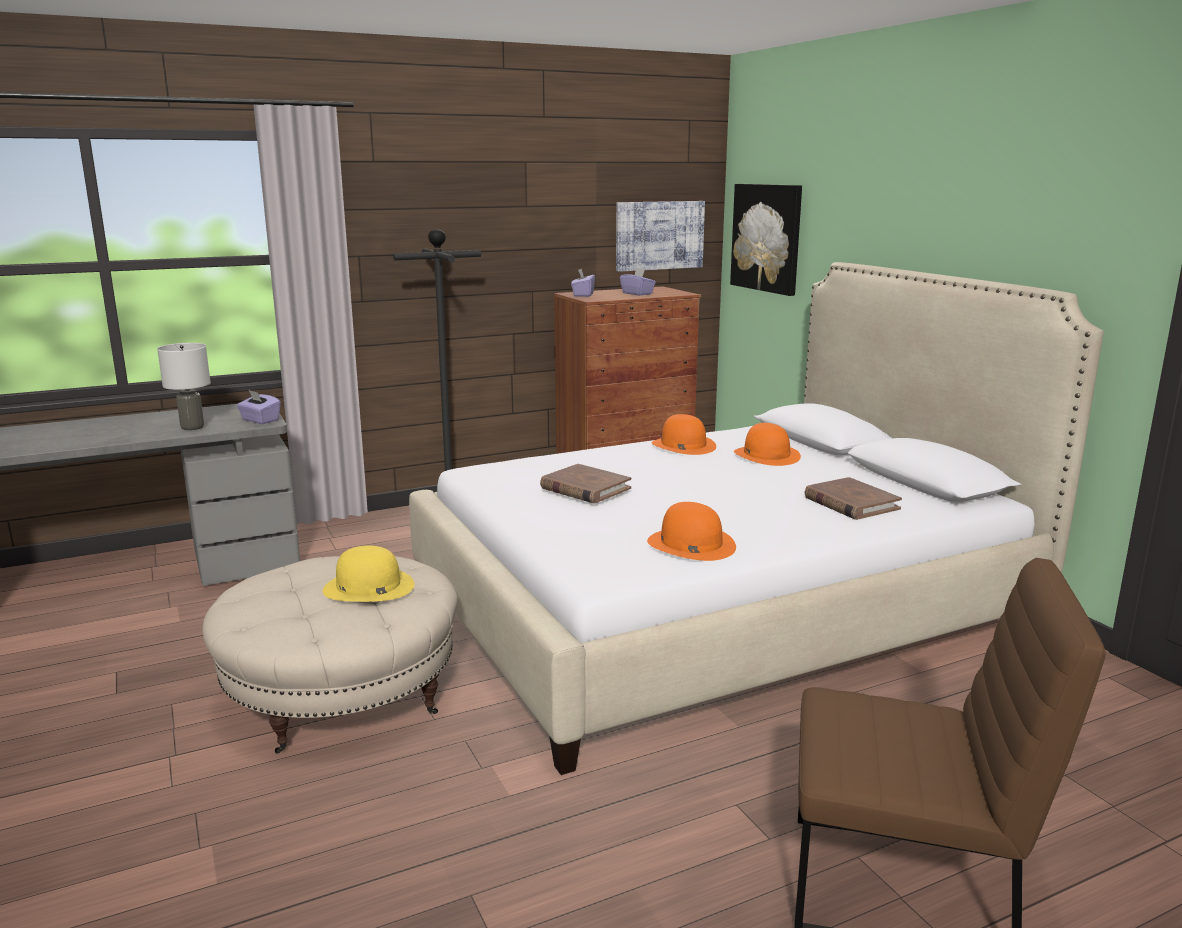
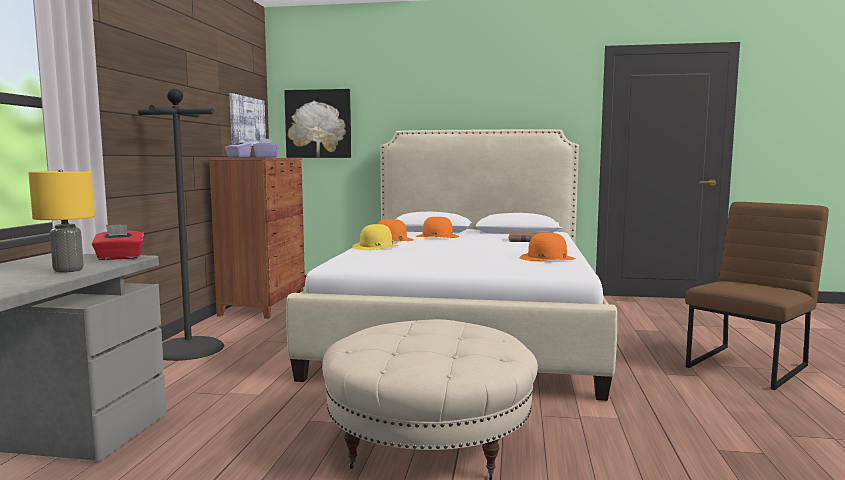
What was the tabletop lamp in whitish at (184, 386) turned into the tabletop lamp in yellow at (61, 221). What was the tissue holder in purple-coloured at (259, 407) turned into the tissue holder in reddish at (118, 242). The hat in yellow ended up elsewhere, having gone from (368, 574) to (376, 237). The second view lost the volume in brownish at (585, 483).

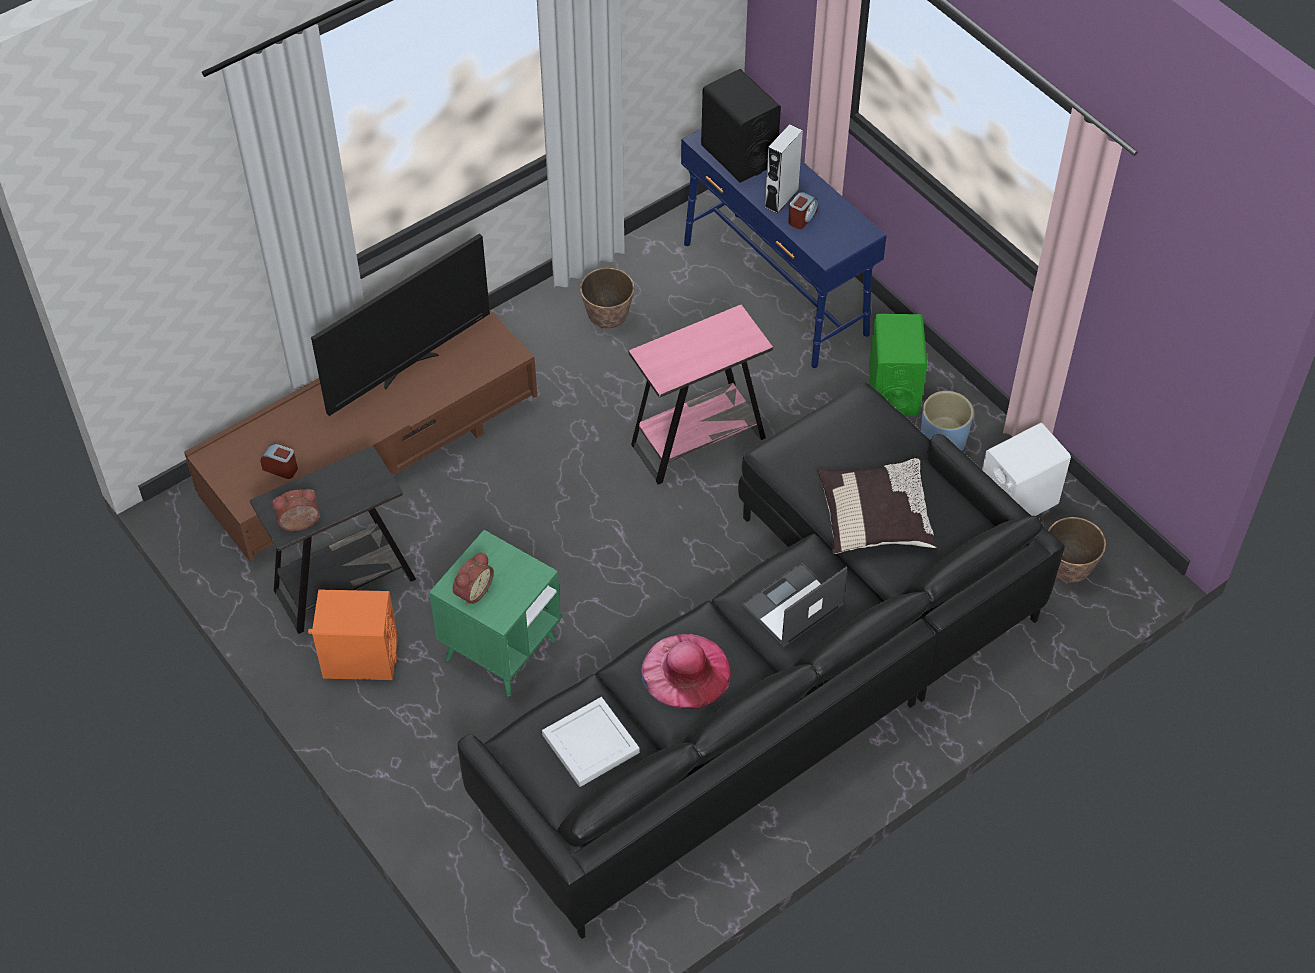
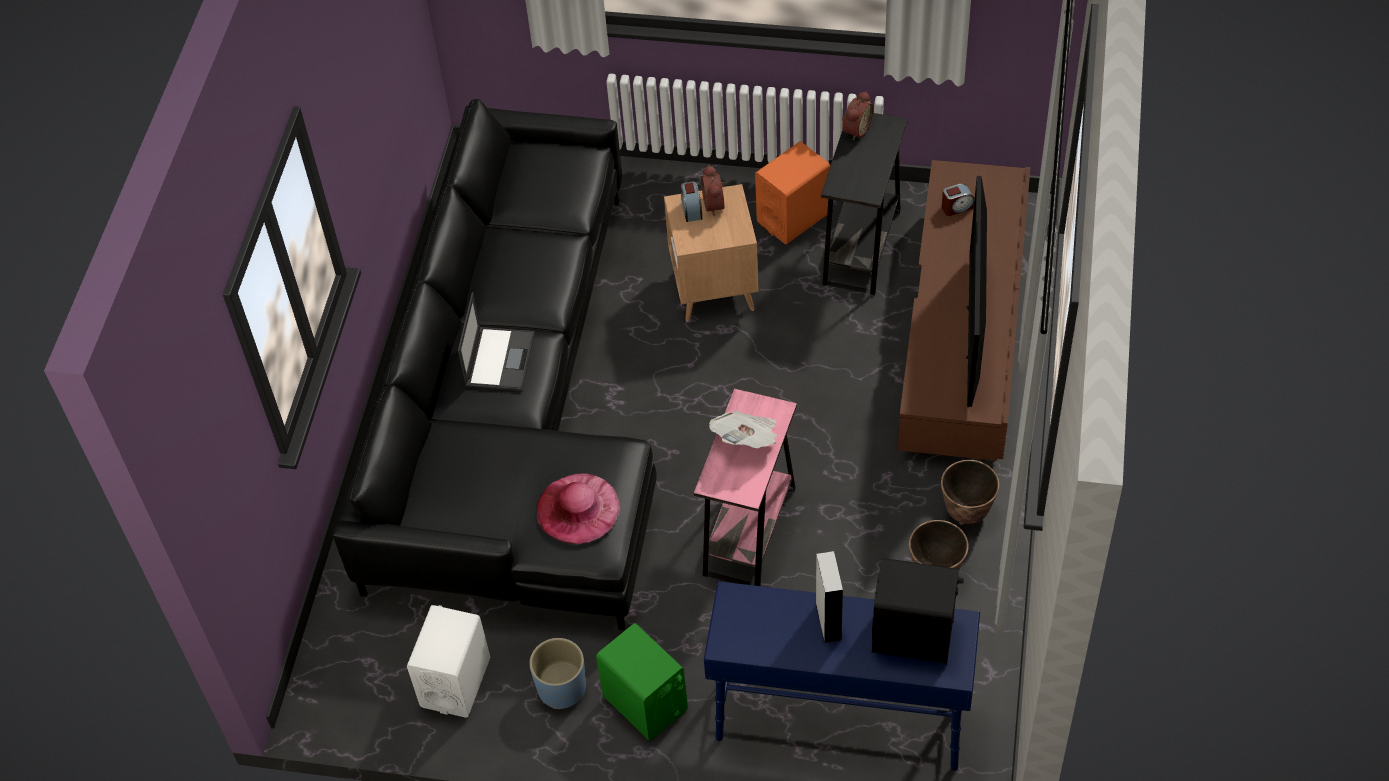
The hat in pinkish ended up elsewhere, having gone from (686, 672) to (578, 508). What was the side table in greenish at (495, 613) turned into the side table in brownish at (711, 253). The alarm clock ended up elsewhere, having gone from (803, 210) to (691, 201). The second view gained the printed paper at (743, 429). The planter ended up elsewhere, having gone from (1077, 550) to (970, 492). The second view lost the serving tray in whitish at (591, 742). The second view lost the cushion at (877, 506).

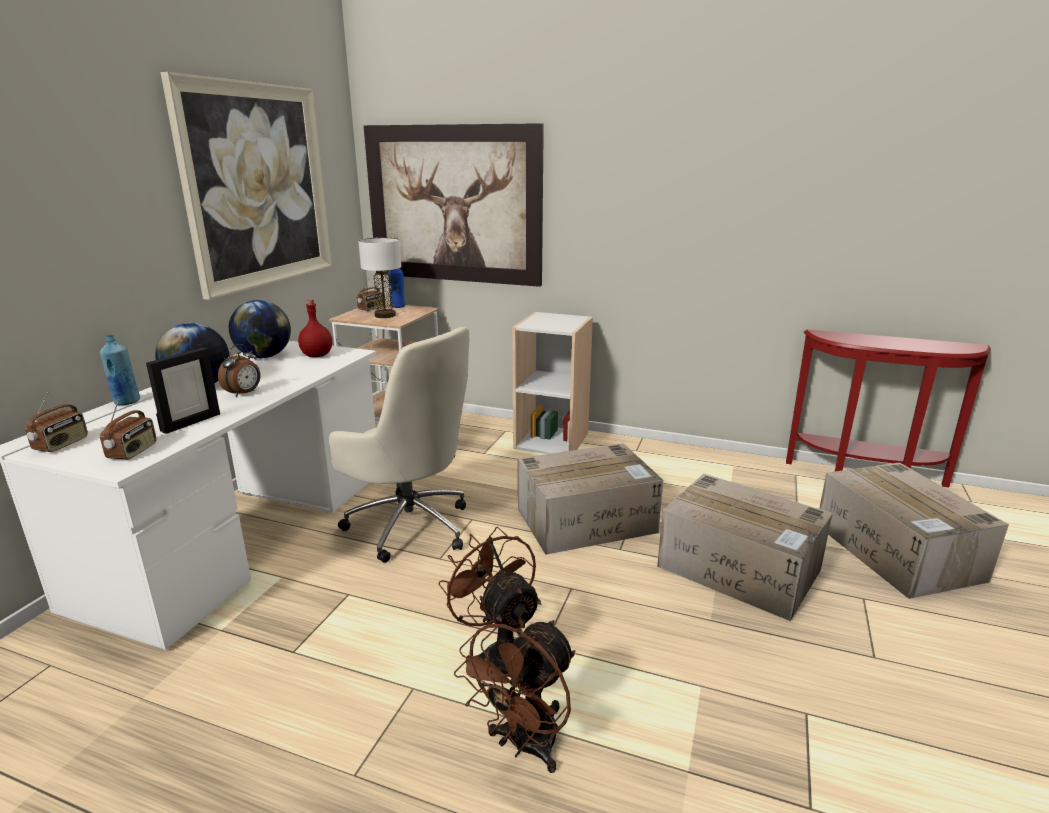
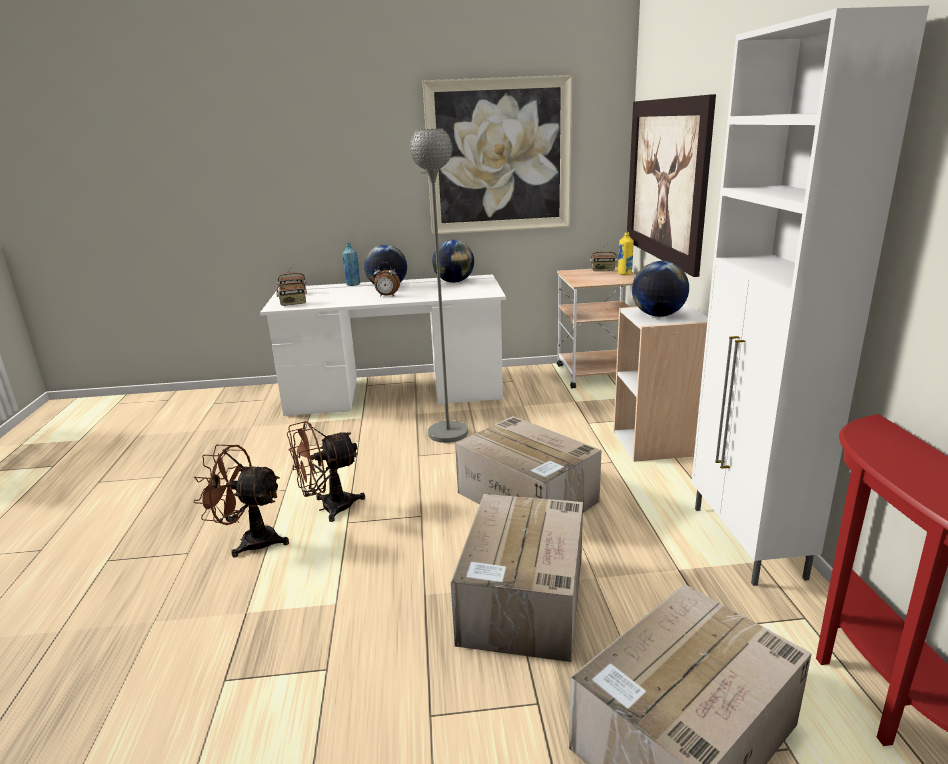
The cooling fan in brownish at (490, 607) ended up facing another way, 150 degrees counterclockwise from before. Where the office chair in beige-coloured stood at (399, 445), the standing lamp in grey came to stand at (439, 285). What was the beverage bottle in bluish at (396, 288) turned into the beverage bottle in yellow at (626, 253). The second view gained the desk globe at (660, 289). The second view gained the cabinet in whitish at (810, 296). The second view lost the photo frame at (183, 390). The second view lost the beverage bottle in reddish at (315, 328). The second view lost the tabletop lamp at (379, 277).

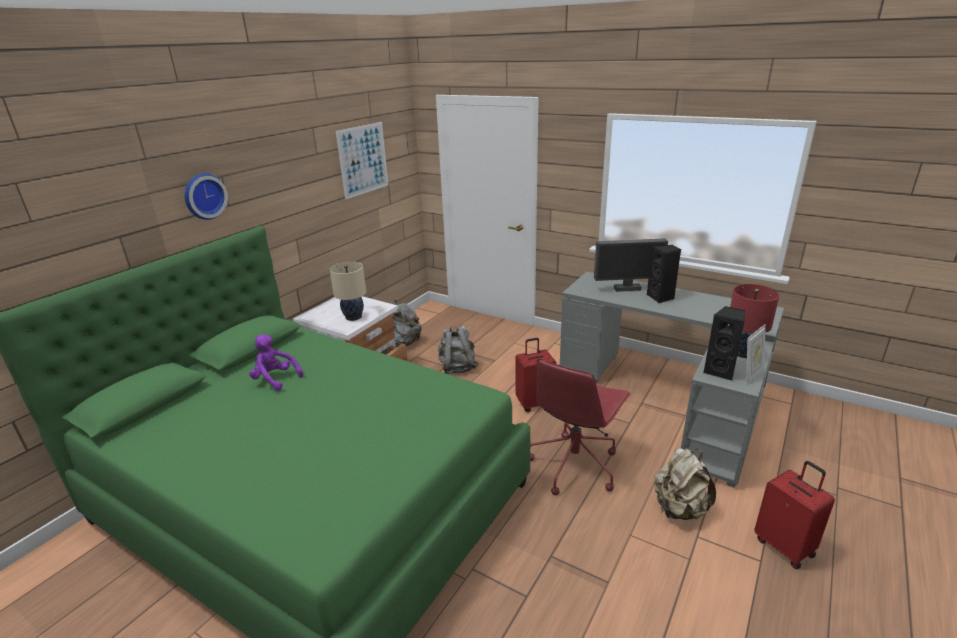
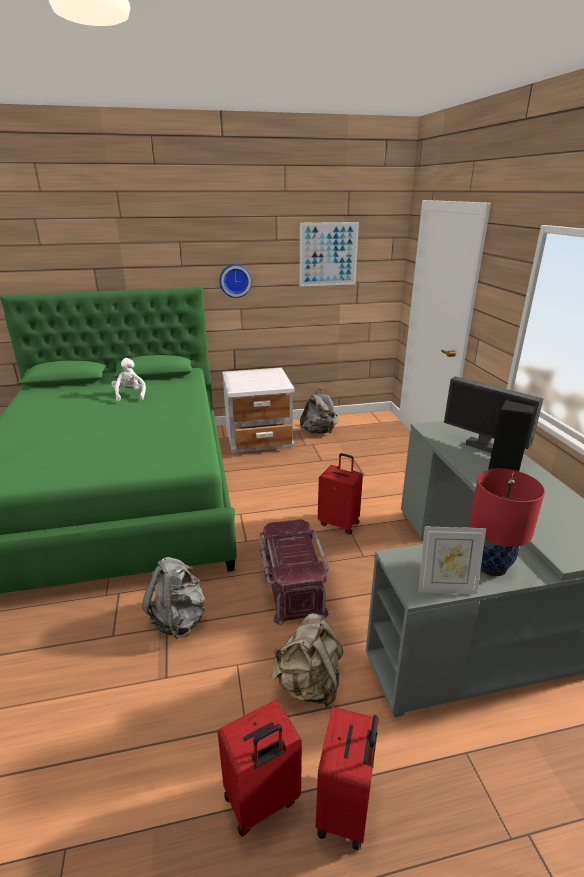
What was the soft toy in purple-coloured at (276, 362) turned into the soft toy in whitish at (128, 380). The rucksack in grey ended up elsewhere, having gone from (458, 350) to (173, 598). The second view gained the travel case in reddish at (260, 768). The wall clock ended up elsewhere, having gone from (206, 196) to (235, 281). Where the office chair in reddish stood at (580, 427), the storage box in reddish came to stand at (294, 572). The second view lost the tabletop lamp in beige-coloured at (347, 291). The second view lost the audio speaker in black at (724, 343).

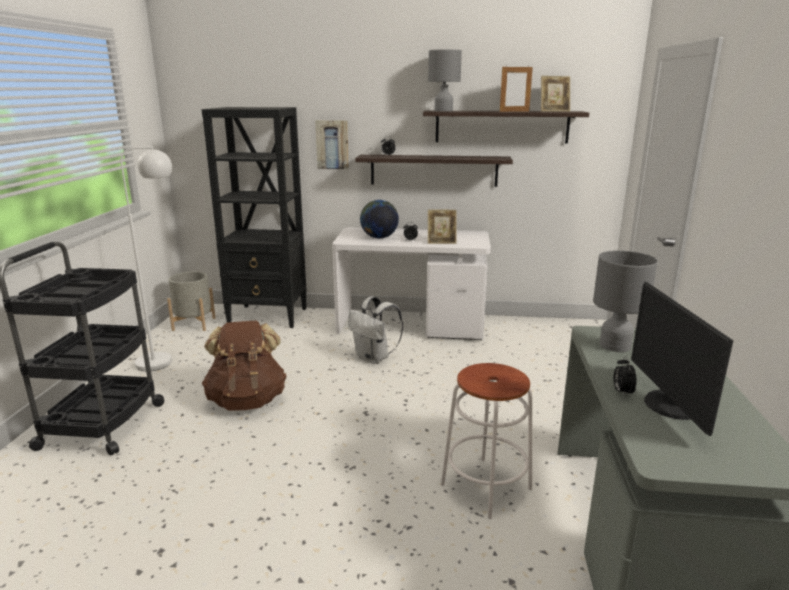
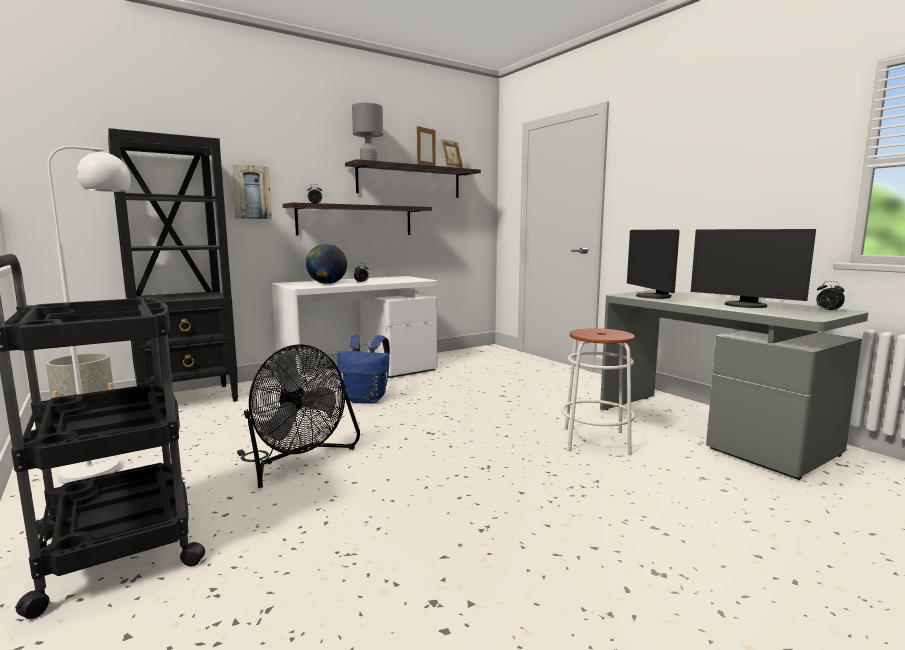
Where the rucksack in brownish stood at (244, 366), the cooling fan in black came to stand at (298, 416). What was the rucksack in whitish at (375, 330) turned into the rucksack in bluish at (363, 369). Where the tabletop lamp in grey stood at (625, 301), the computer screen came to stand at (653, 264). The alarm clock ended up elsewhere, having gone from (625, 376) to (830, 296). The second view lost the photo frame at (442, 226).

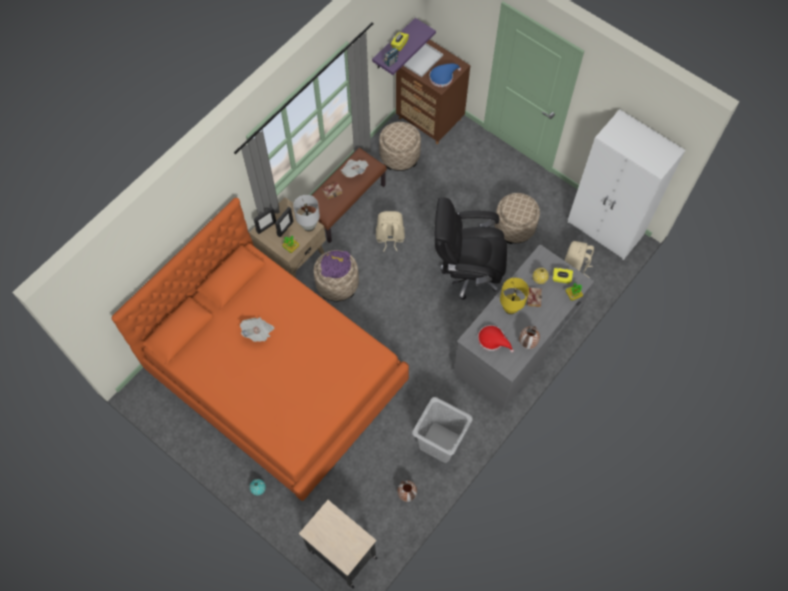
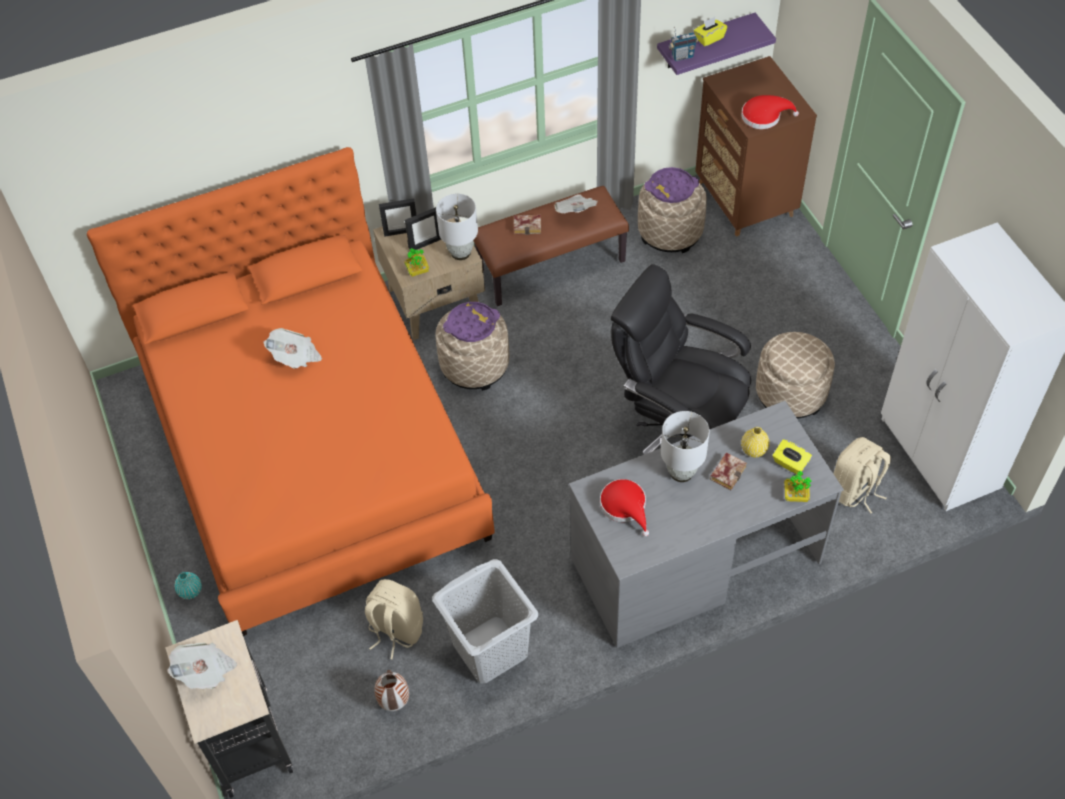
The second view gained the printed paper at (202, 666). The rucksack in beige-coloured ended up elsewhere, having gone from (390, 231) to (394, 619). The second view gained the serving tray in purple-coloured at (672, 185). What was the tabletop lamp in yellow at (514, 296) turned into the tabletop lamp in whitish at (685, 446). What was the hat in bluish at (445, 75) turned into the hat in reddish at (770, 112). The second view lost the serving tray in whitish at (423, 60). The second view lost the decorative vase at (529, 337).

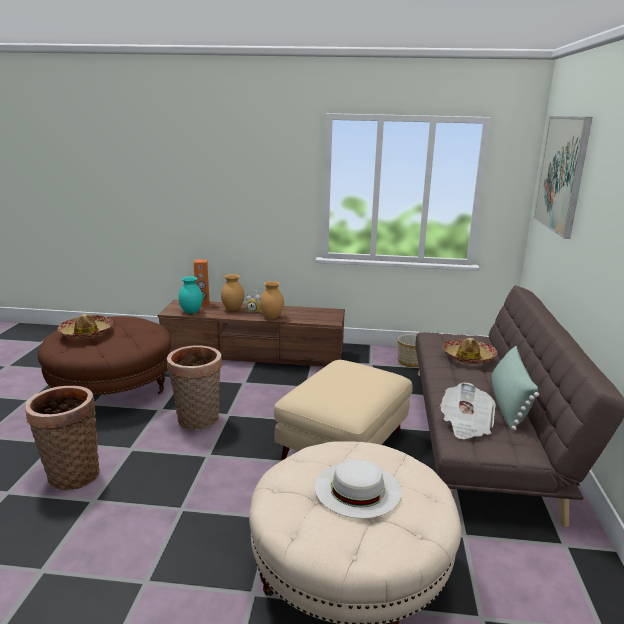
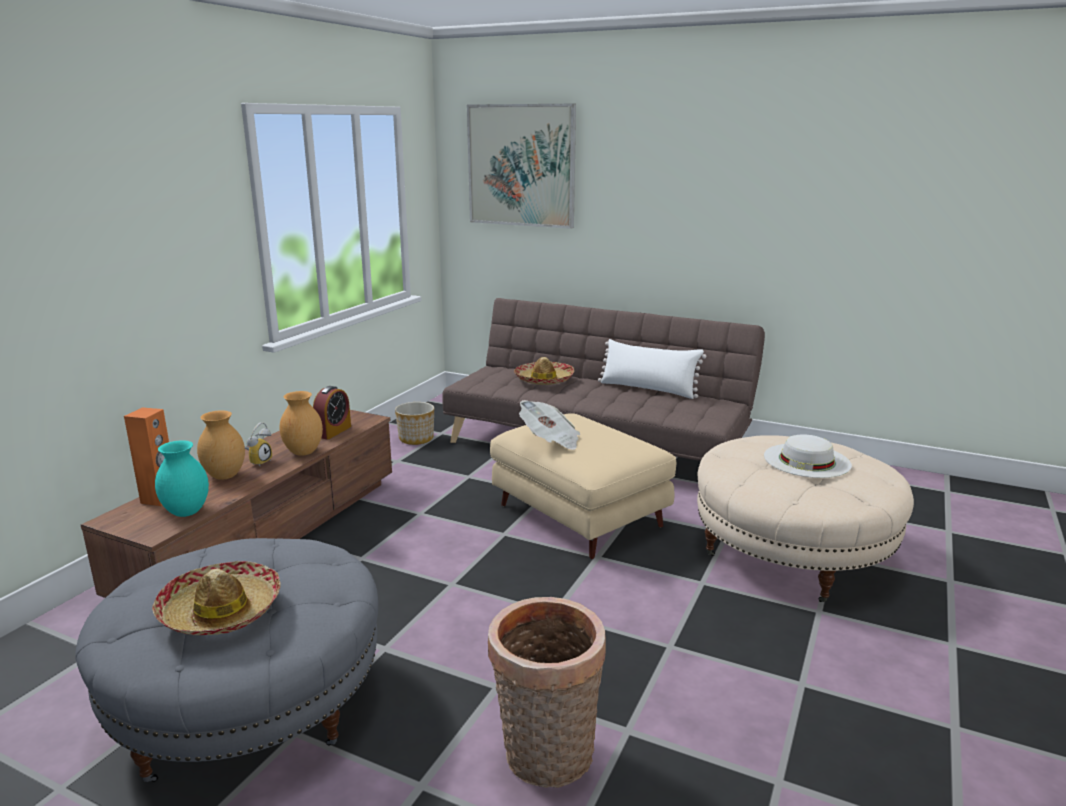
What was the footrest in brownish at (104, 355) turned into the footrest in grey at (226, 660). The second view gained the alarm clock at (332, 413). The printed paper ended up elsewhere, having gone from (468, 410) to (549, 425). What was the cushion in greenish at (515, 388) turned into the cushion in whitish at (652, 369). The second view lost the household basket at (194, 387).

